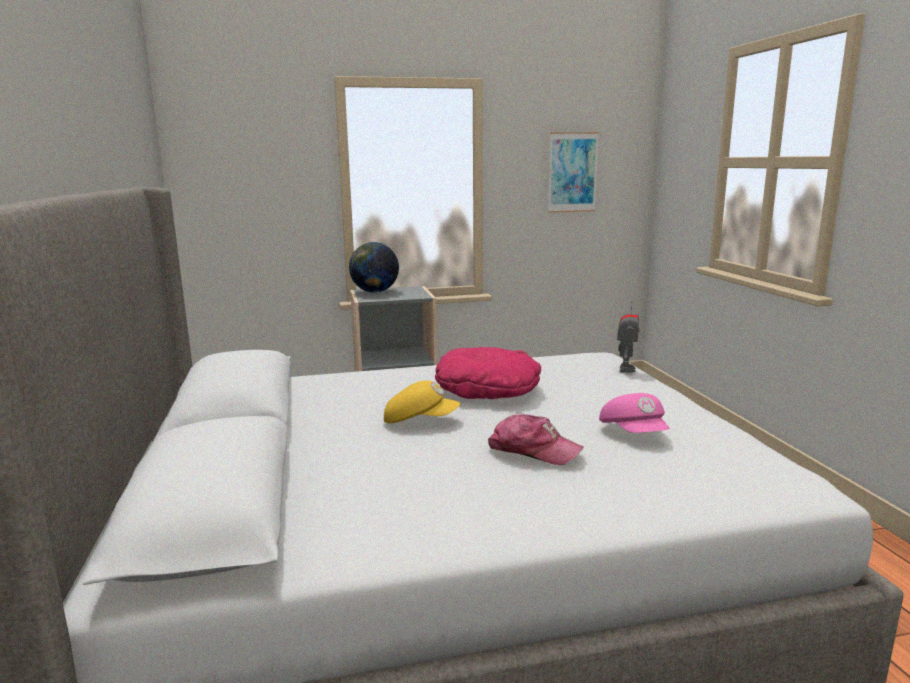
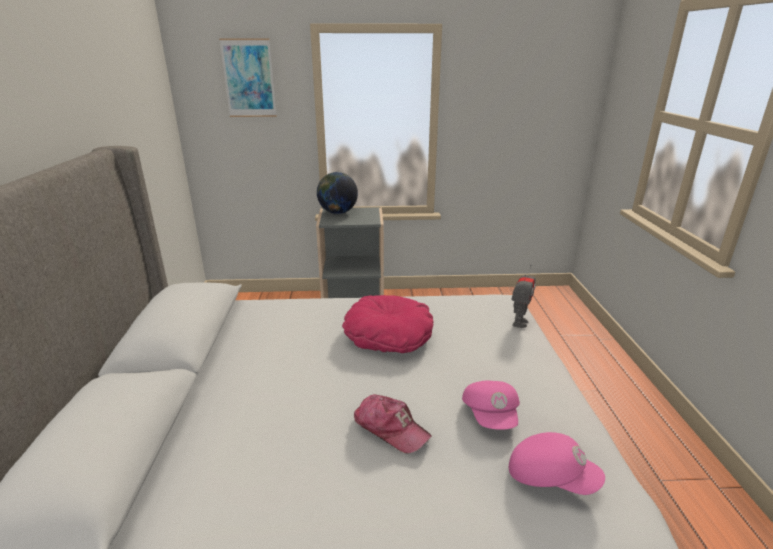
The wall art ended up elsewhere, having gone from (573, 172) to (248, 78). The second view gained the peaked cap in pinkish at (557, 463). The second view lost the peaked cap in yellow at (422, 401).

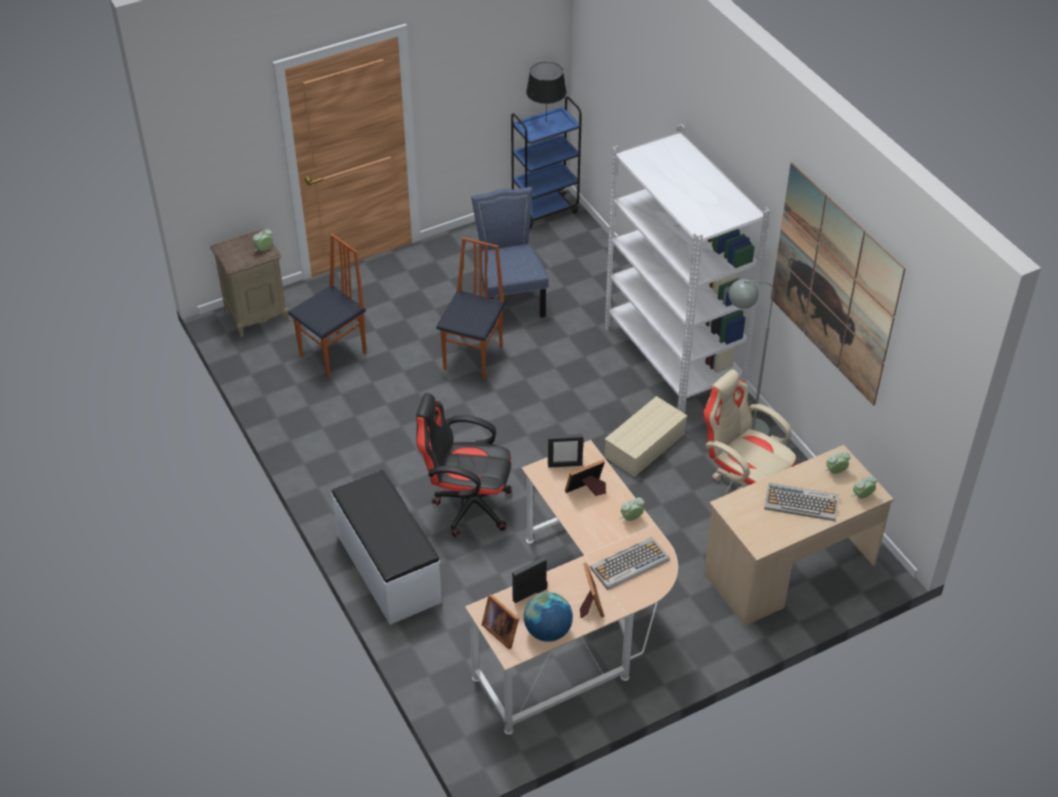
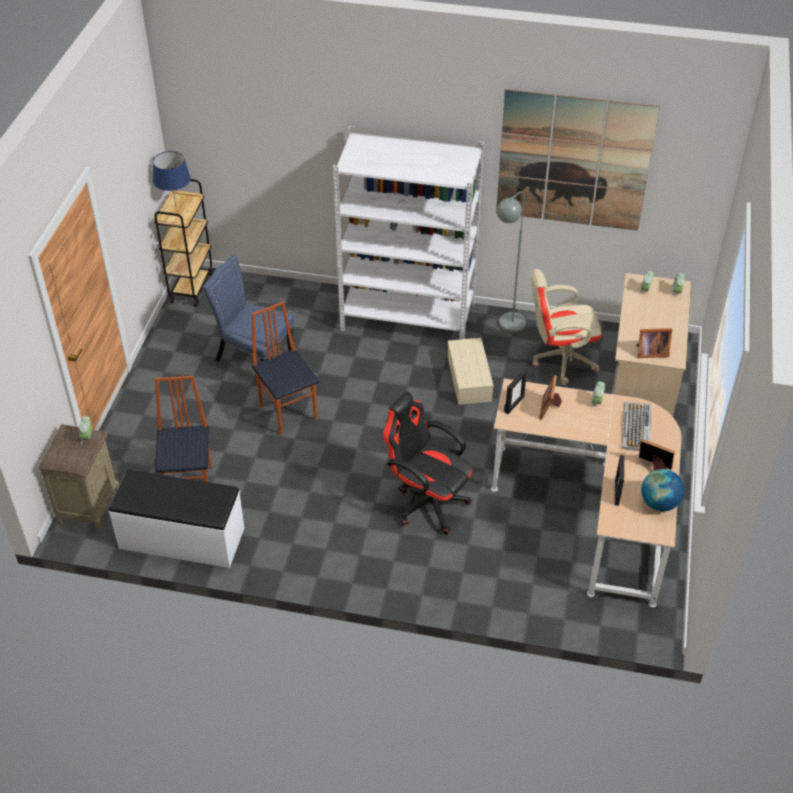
The bench in whitish ended up elsewhere, having gone from (386, 547) to (176, 518). What was the tabletop lamp in black at (546, 86) turned into the tabletop lamp in bluish at (172, 178). What was the cart in bluish at (546, 162) turned into the cart in brownish at (183, 243). The office chair in black at (464, 465) ended up facing another way, 75 degrees clockwise from before. The photo frame ended up elsewhere, having gone from (500, 621) to (654, 343). The second view lost the PC keyboard at (801, 502).

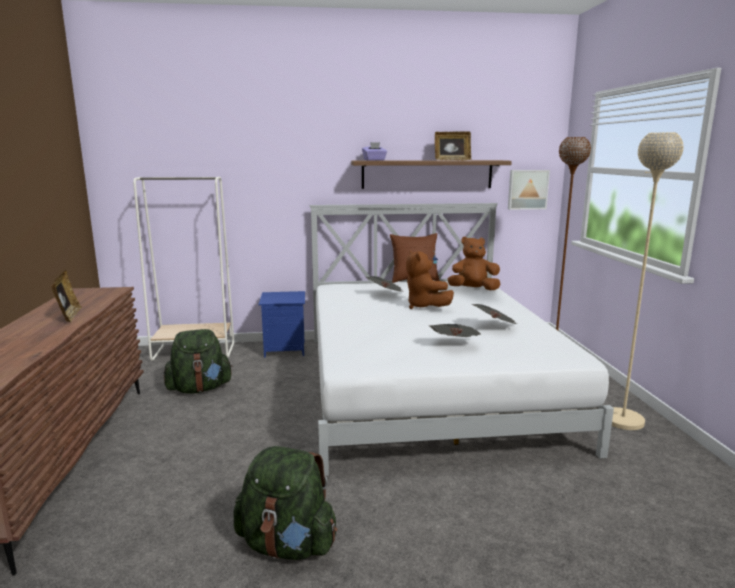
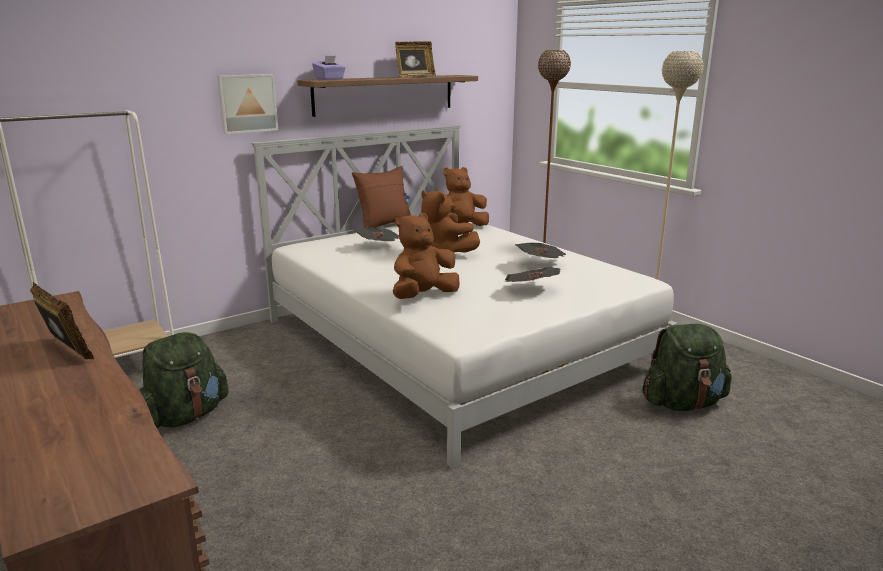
The wall art ended up elsewhere, having gone from (529, 190) to (247, 104). The second view gained the soft toy in brownish at (426, 256). The rucksack in greenish ended up elsewhere, having gone from (285, 503) to (687, 367). The second view lost the bedside table in bluish at (282, 324).

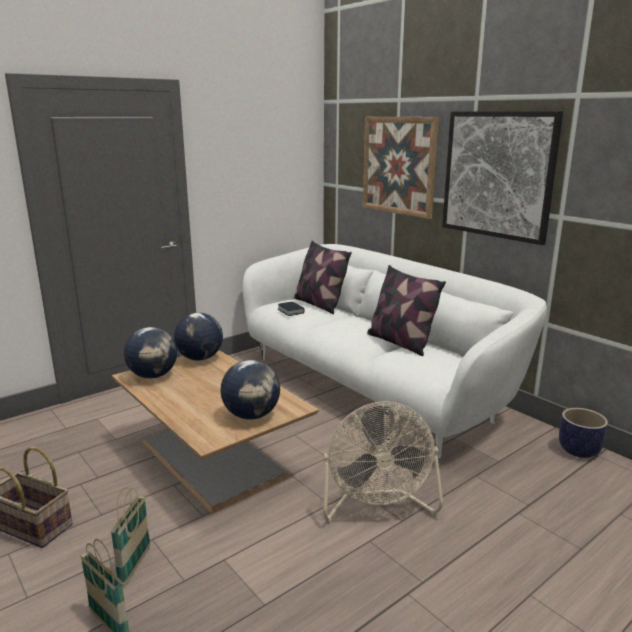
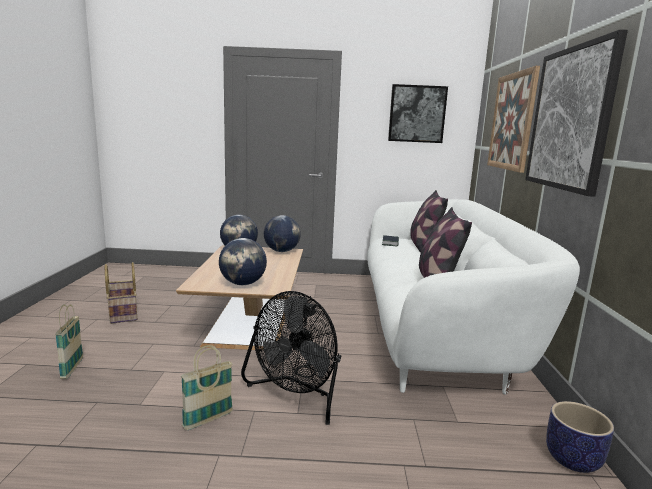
The household basket ended up elsewhere, having gone from (131, 536) to (207, 387). What was the cooling fan in beige-coloured at (383, 463) turned into the cooling fan in black at (291, 358). The second view gained the wall art at (418, 113).

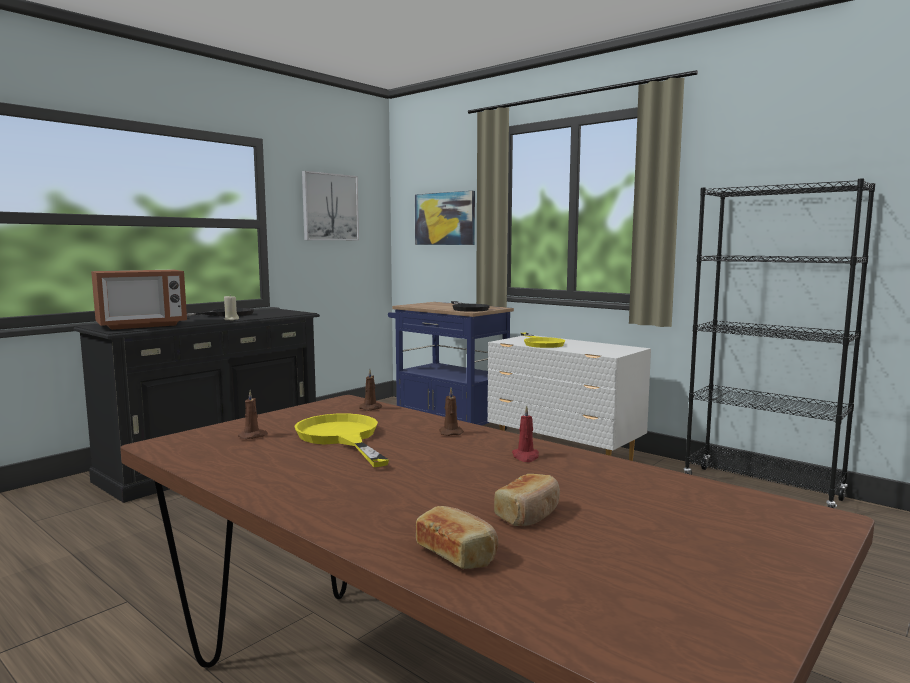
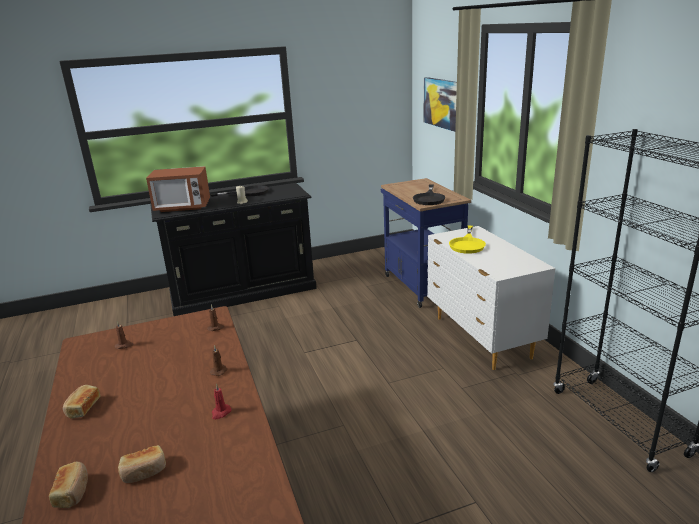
The second view gained the baked bread at (81, 402). The second view lost the frying pan in yellow at (341, 440). The second view lost the wall art at (330, 205).

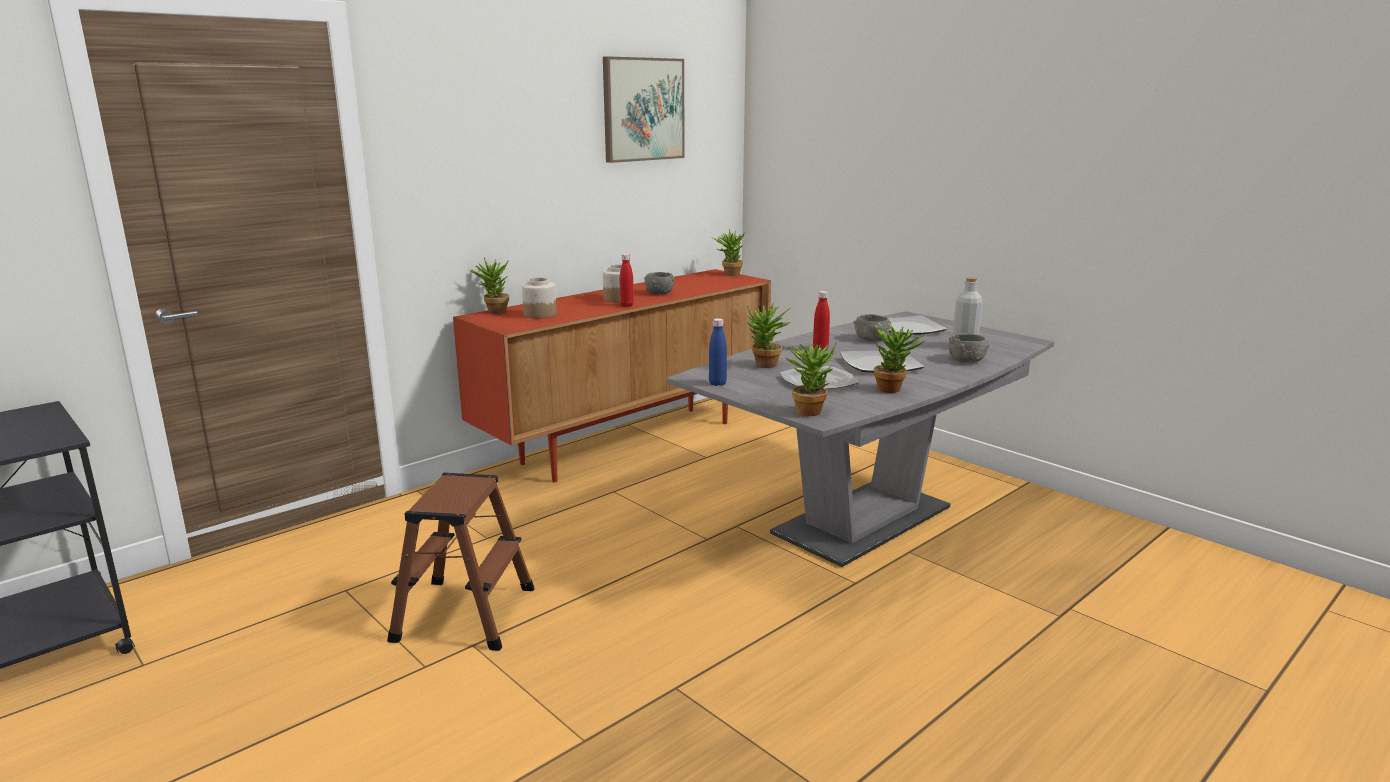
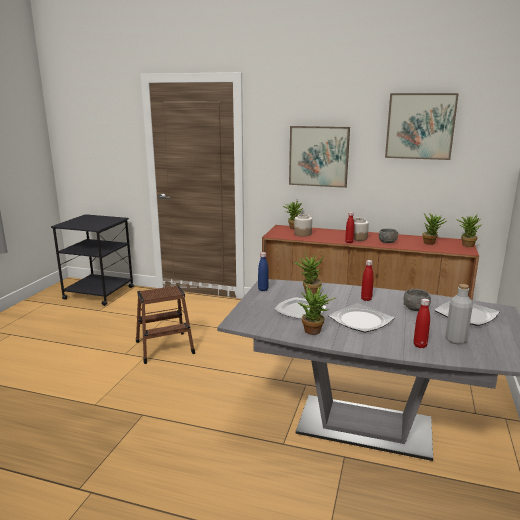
The second view gained the wall art at (319, 157). Where the bowl in grey stood at (969, 348), the beverage bottle in reddish came to stand at (422, 323). The potted plant ended up elsewhere, having gone from (810, 379) to (434, 229).

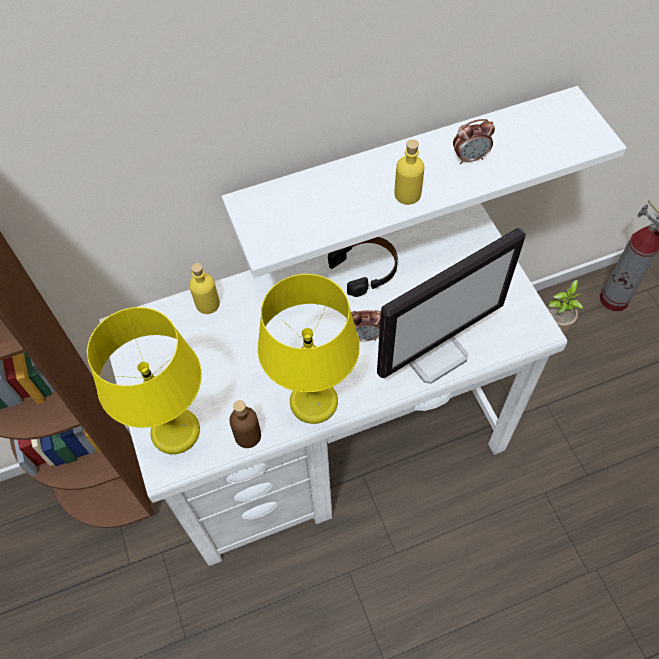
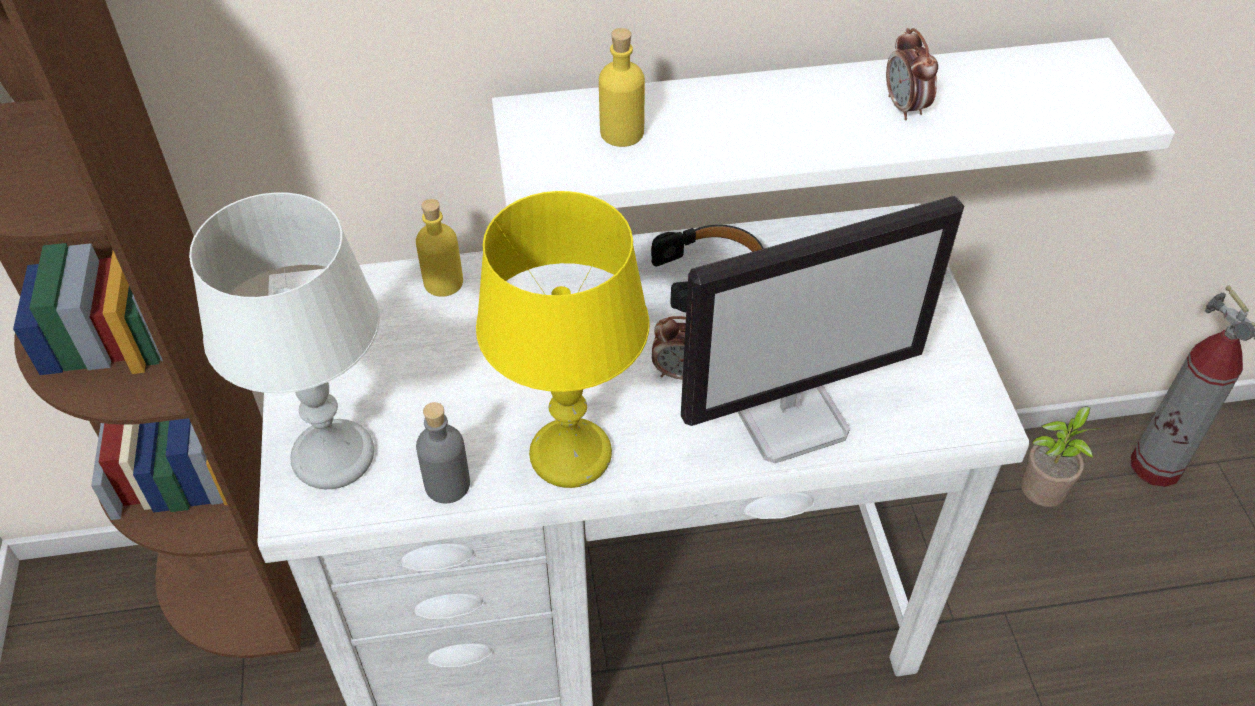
What was the tabletop lamp in yellow at (144, 380) turned into the tabletop lamp in whitish at (284, 340). What was the beverage bottle in brownish at (245, 424) turned into the beverage bottle in grey at (443, 452). The beverage bottle in yellow ended up elsewhere, having gone from (409, 172) to (622, 87). The alarm clock at (474, 141) ended up facing another way, 75 degrees clockwise from before.

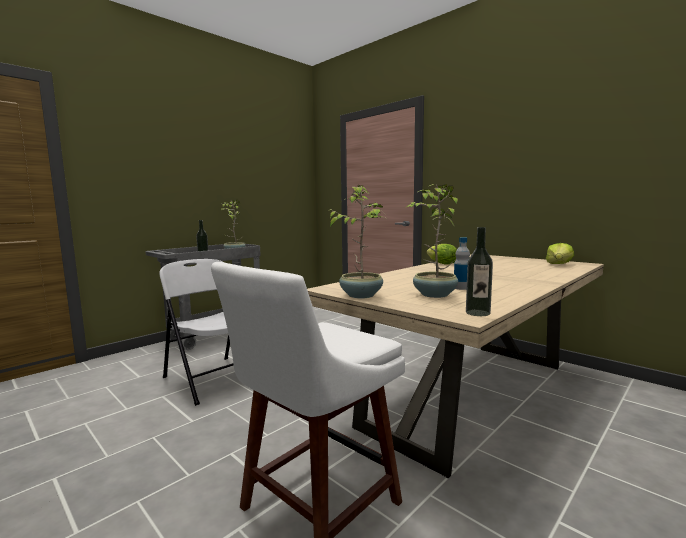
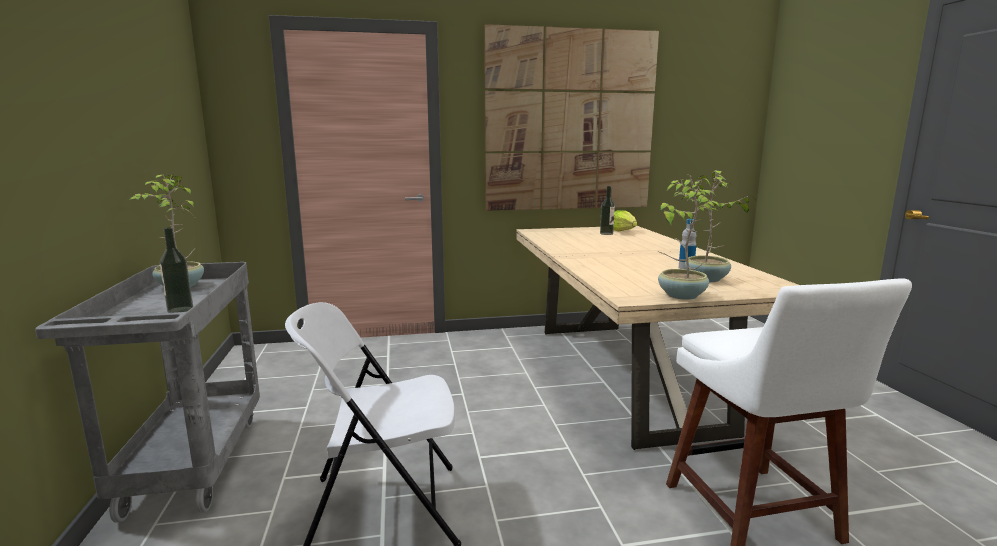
The second view gained the wall art at (572, 117). The beverage bottle ended up elsewhere, having gone from (479, 271) to (607, 210). The second view lost the lettuce at (441, 254).

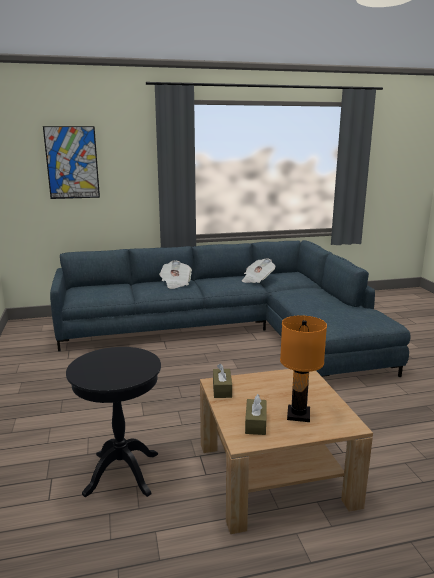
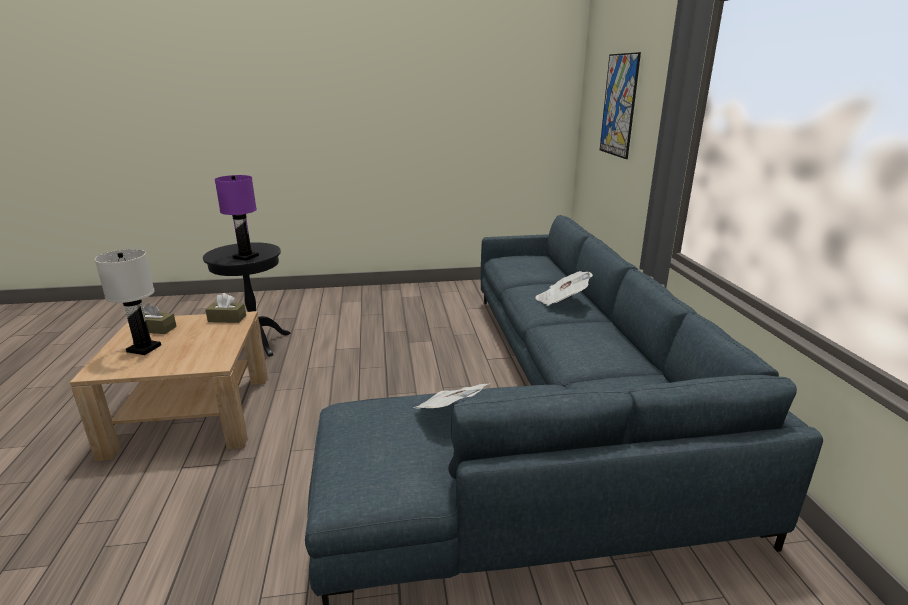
What was the tabletop lamp in orange at (303, 368) turned into the tabletop lamp in whitish at (128, 302). The second view gained the tabletop lamp in purple-coloured at (237, 218). The printed paper ended up elsewhere, having gone from (258, 270) to (450, 396).

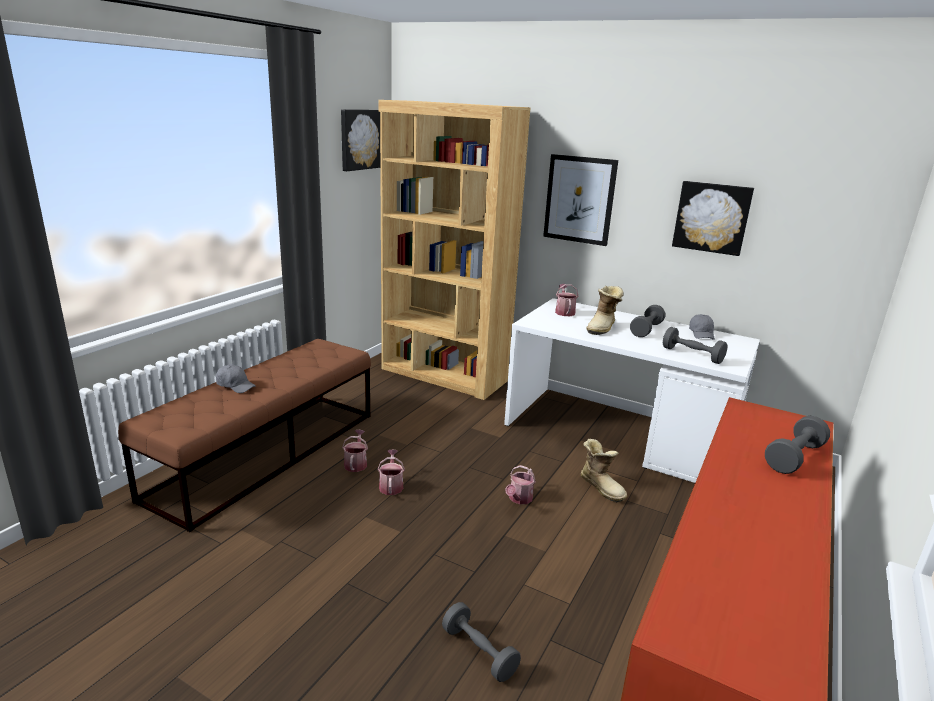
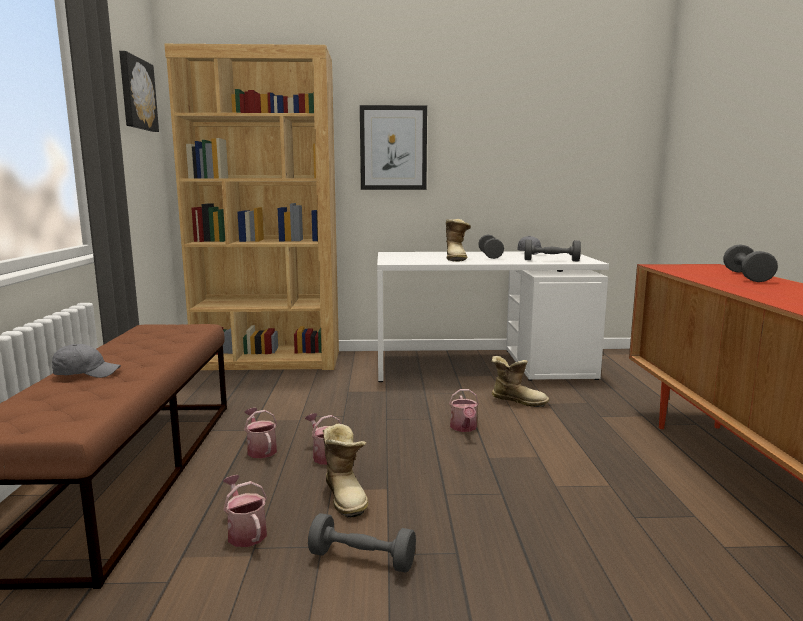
The sprinkling can ended up elsewhere, having gone from (566, 300) to (245, 511). The free weight in grey ended up elsewhere, having gone from (481, 642) to (362, 542). The second view gained the tall boot at (345, 471). The second view lost the wall art at (713, 218).

